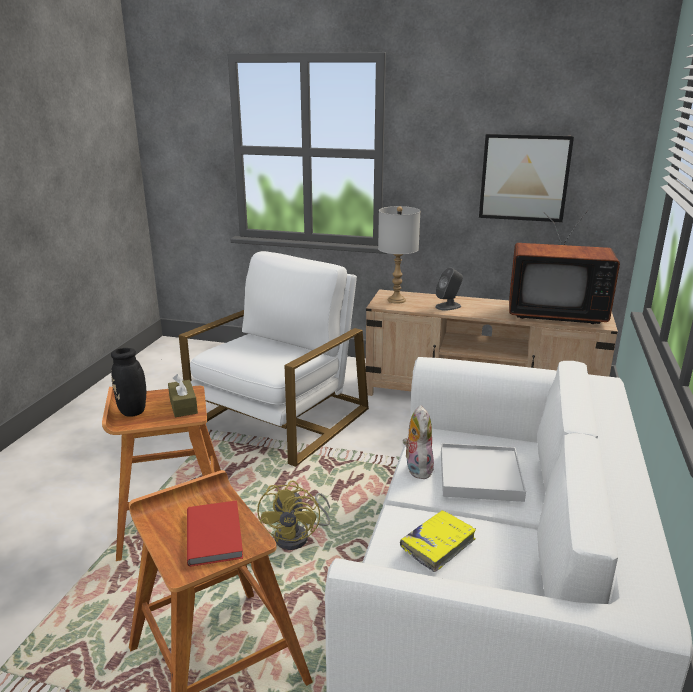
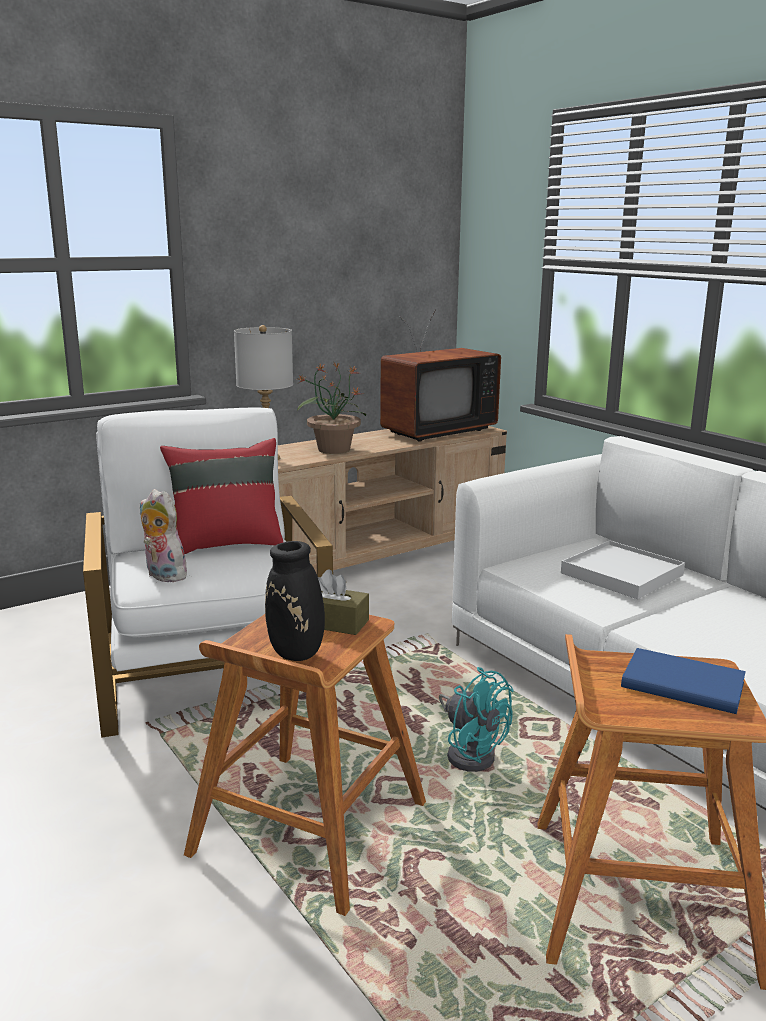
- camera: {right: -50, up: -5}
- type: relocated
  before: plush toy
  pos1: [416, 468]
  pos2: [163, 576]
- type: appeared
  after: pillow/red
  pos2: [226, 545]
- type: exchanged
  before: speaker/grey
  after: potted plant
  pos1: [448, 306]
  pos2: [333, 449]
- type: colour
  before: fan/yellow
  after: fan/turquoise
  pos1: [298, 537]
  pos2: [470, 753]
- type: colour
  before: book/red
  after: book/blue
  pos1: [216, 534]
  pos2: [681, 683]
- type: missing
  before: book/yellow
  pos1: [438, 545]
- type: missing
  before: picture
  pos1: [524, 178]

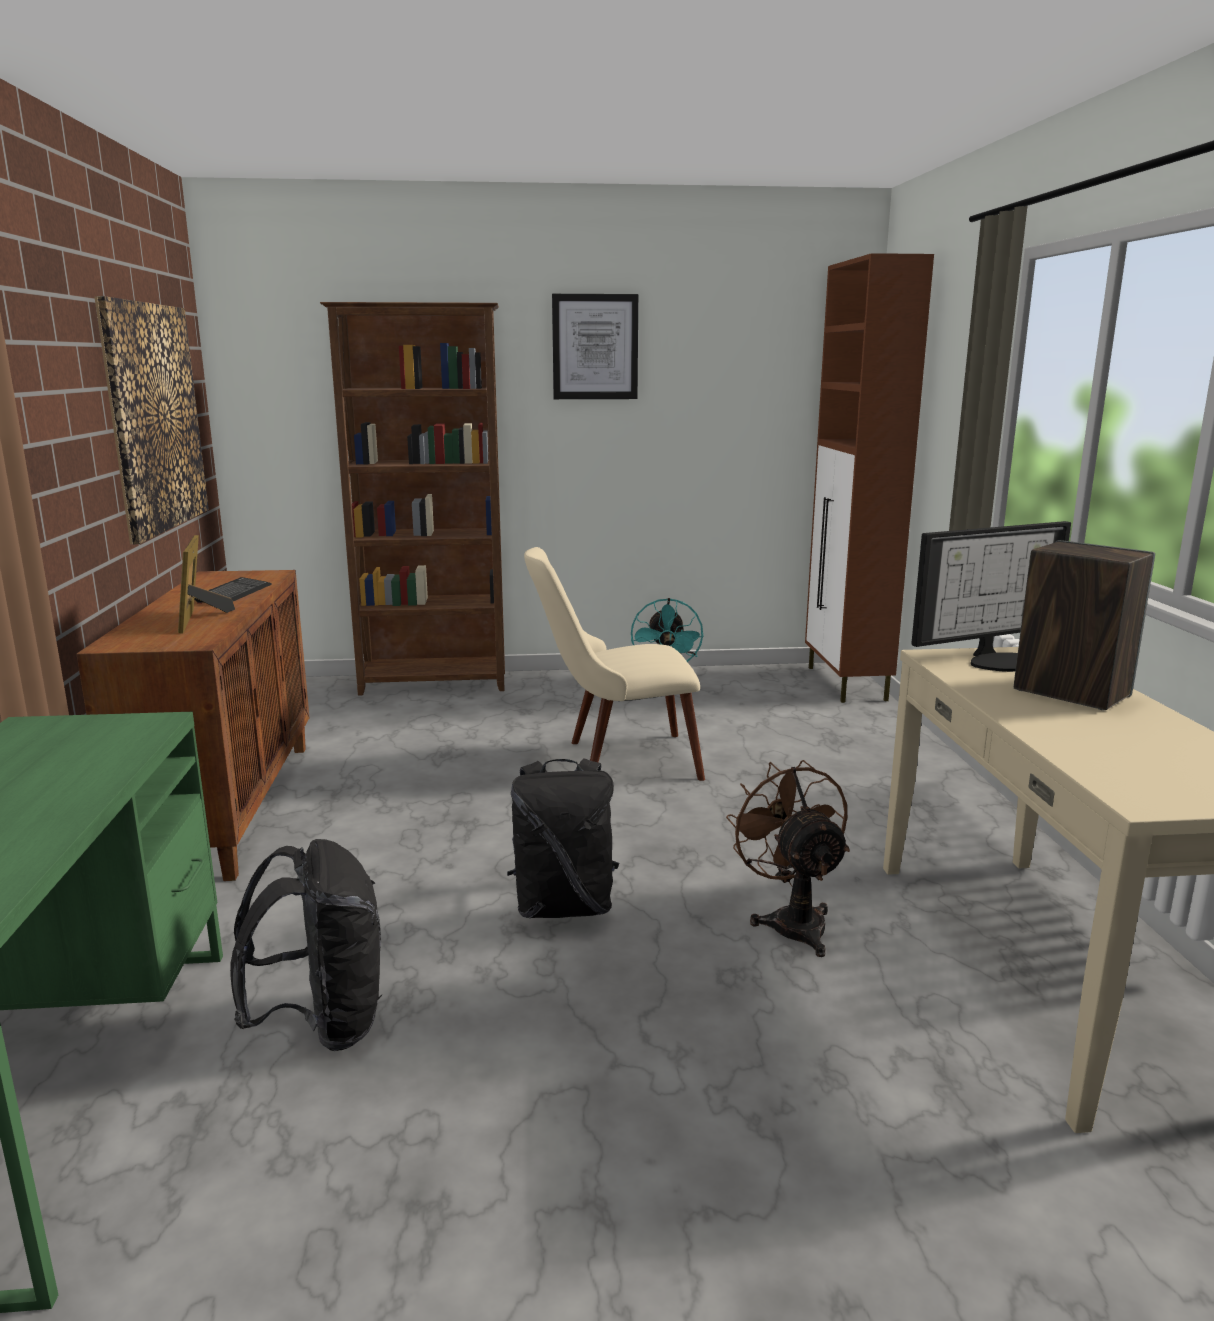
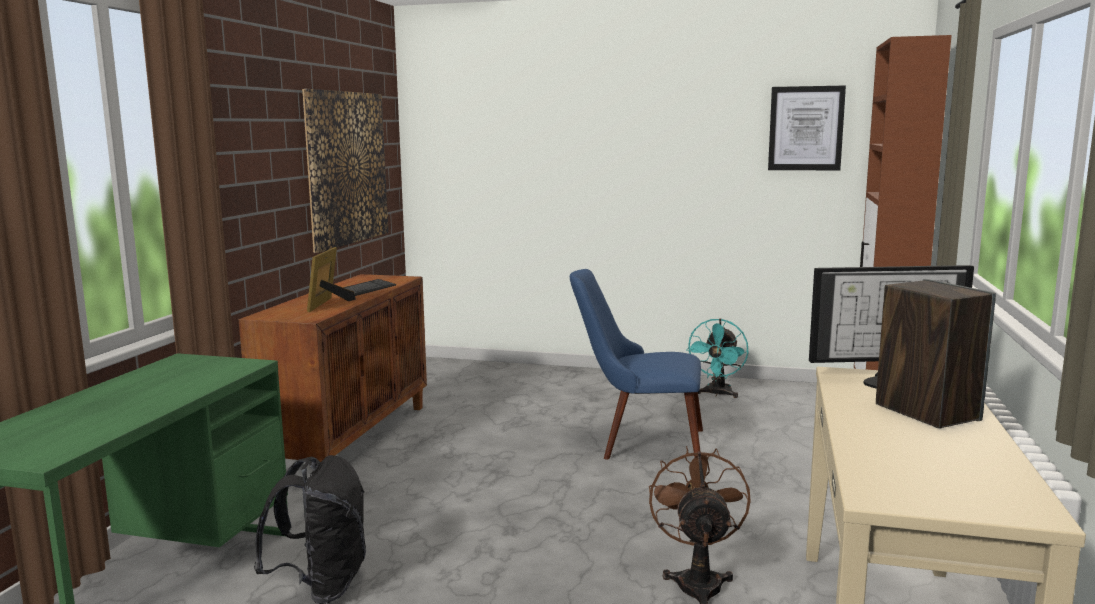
- camera: {right: 20, up: -5}
- type: colour
  before: chair/beige
  after: chair/blue
  pos1: [614, 761]
  pos2: [638, 443]
- type: relocated
  before: picture
  pos1: [595, 347]
  pos2: [806, 128]
- type: missing
  before: bookcase/brown
  pos1: [435, 684]
- type: missing
  before: backpack/black
  pos1: [564, 906]

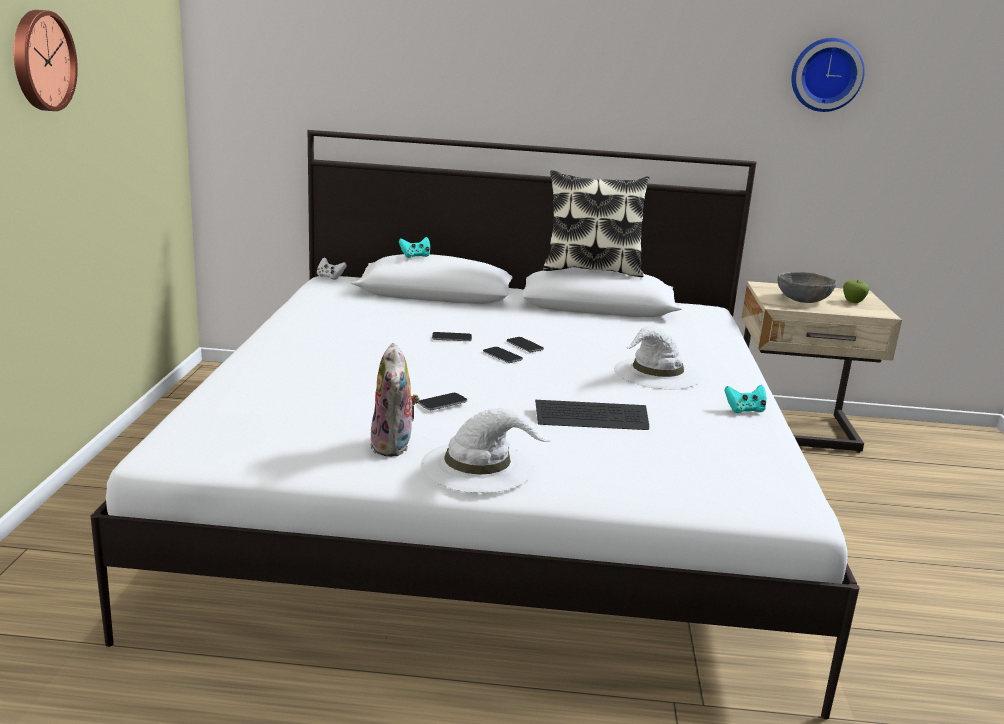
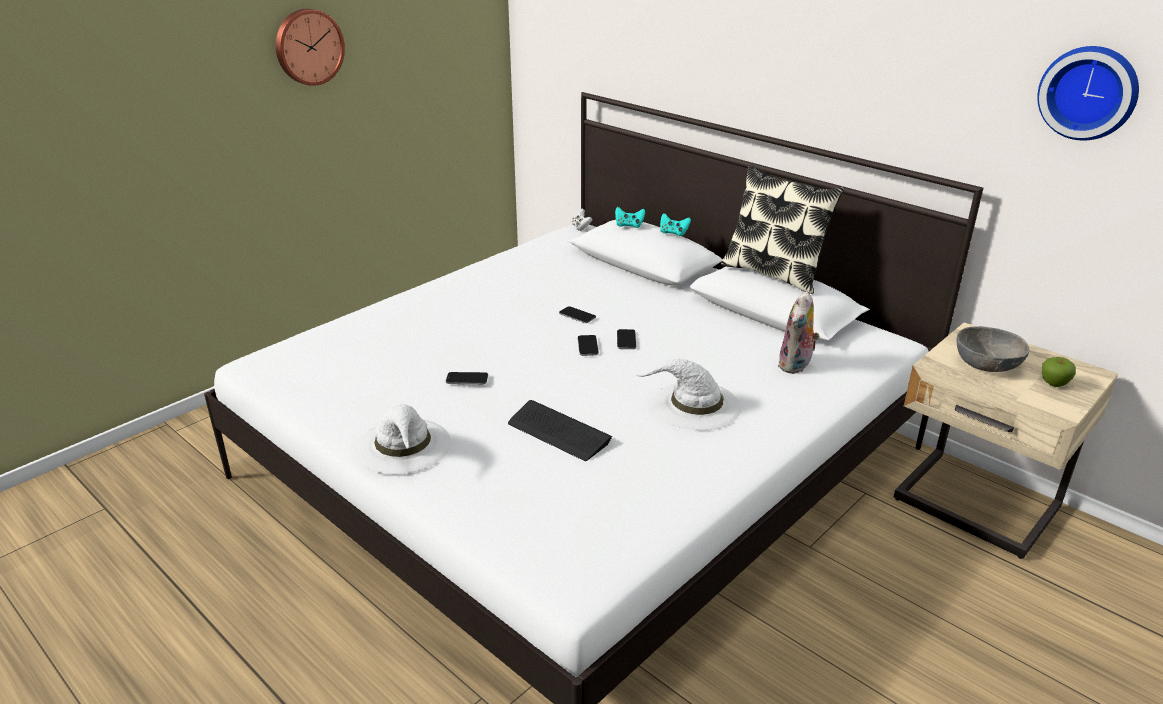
- camera: {right: 40, up: 10}
- type: relocated
  before: game controller/turquoise
  pos1: [745, 410]
  pos2: [673, 233]
- type: relocated
  before: plush toy
  pos1: [394, 446]
  pos2: [796, 366]

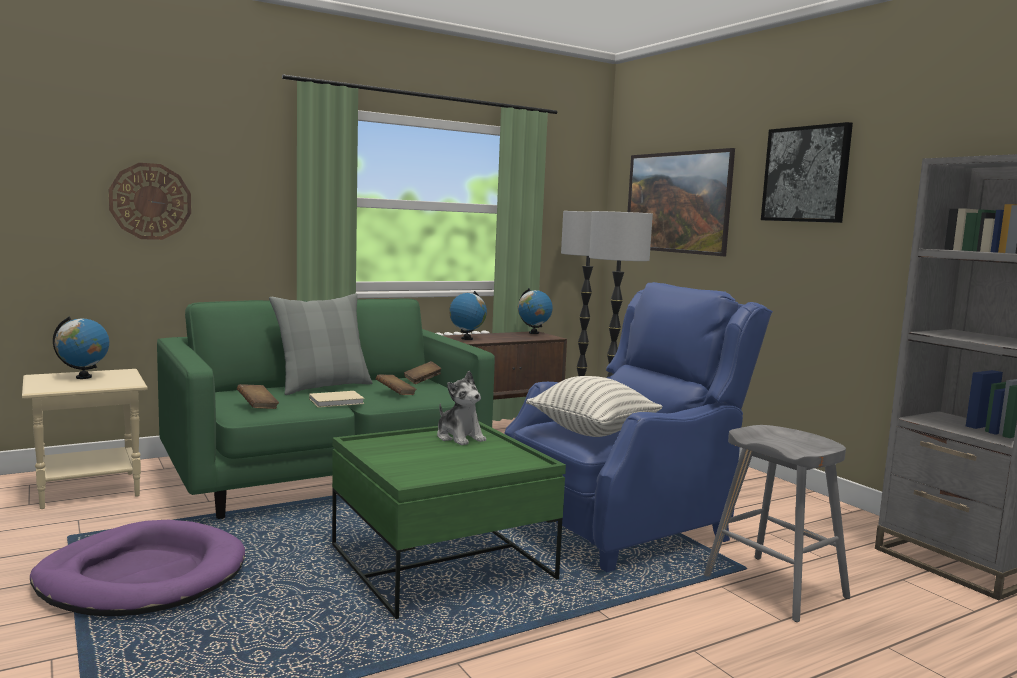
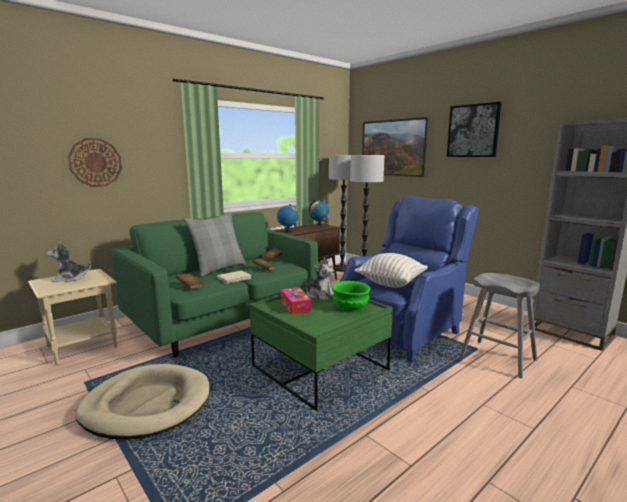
- camera: {right: -10, up: 5}
- type: exchanged
  before: globe
  after: plush toy
  pos1: [83, 377]
  pos2: [70, 278]
- type: colour
  before: dog bed/purple
  after: dog bed/beige
  pos1: [142, 576]
  pos2: [147, 404]
- type: appeared
  after: tissue box
  pos2: [295, 306]
- type: appeared
  after: bowl/green
  pos2: [350, 307]

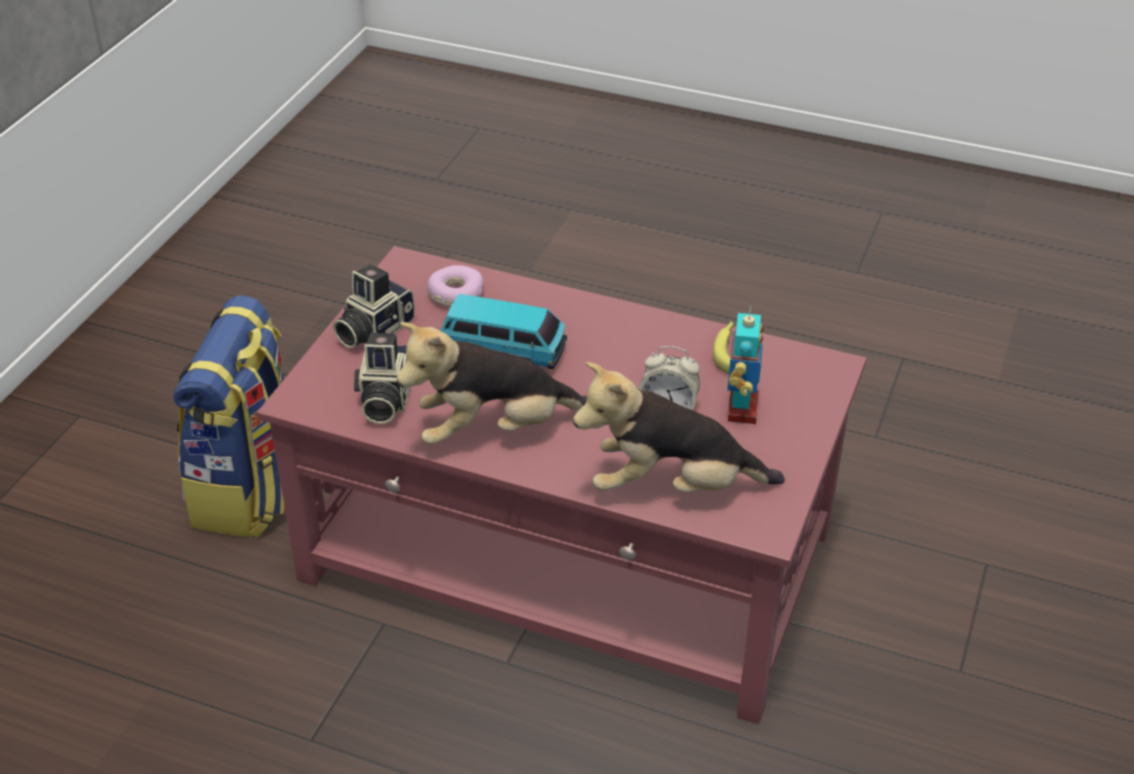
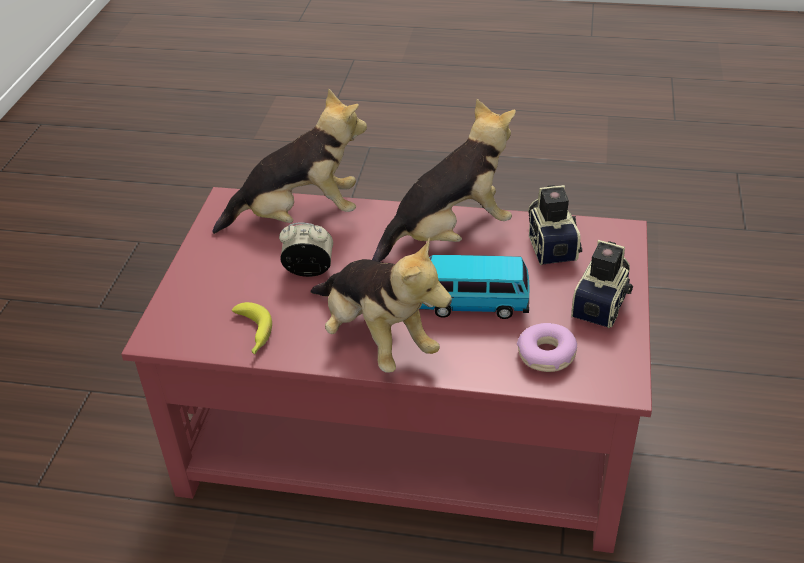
- camera: {right: 170, up: 0}
- type: appeared
  after: plush toy
  pos2: [376, 339]
- type: missing
  before: backpack
  pos1: [251, 490]
- type: missing
  before: toy robot
  pos1: [741, 409]

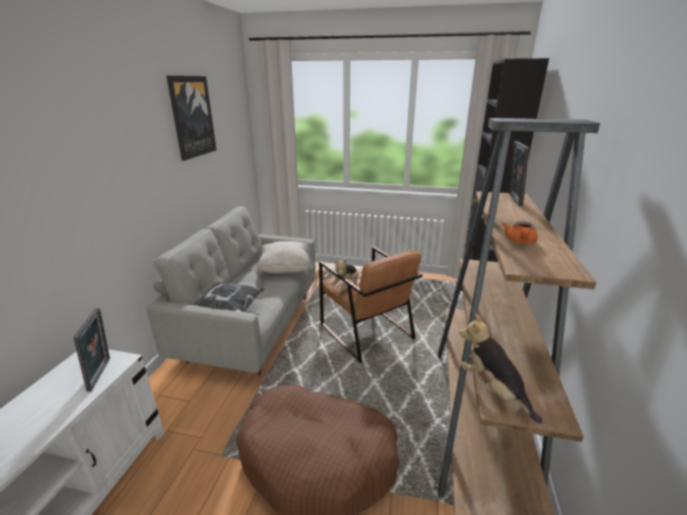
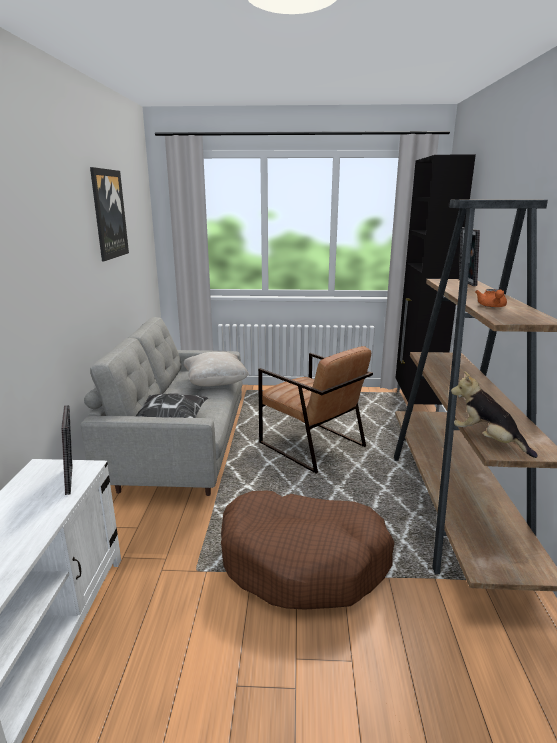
- camera: {right: -10, up: -5}
- type: missing
  before: plush toy
  pos1: [346, 285]

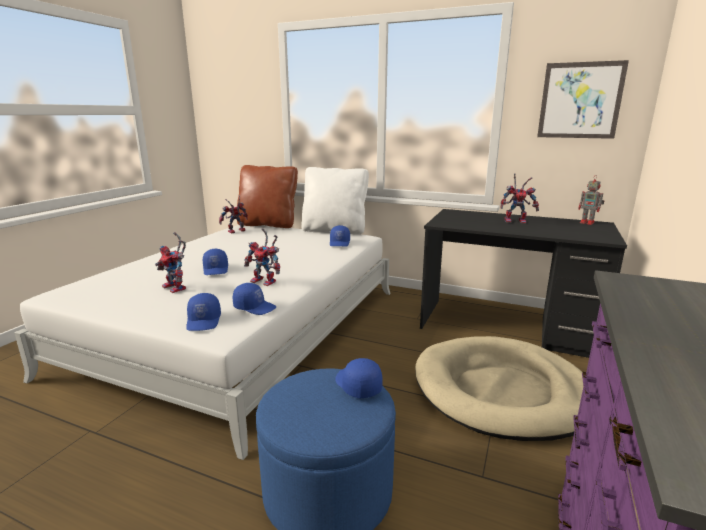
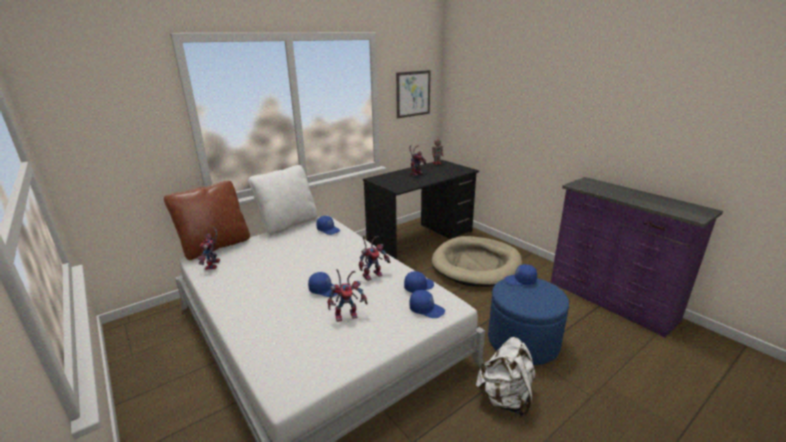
- camera: {right: -60, up: 5}
- type: appeared
  after: backpack/white
  pos2: [505, 398]

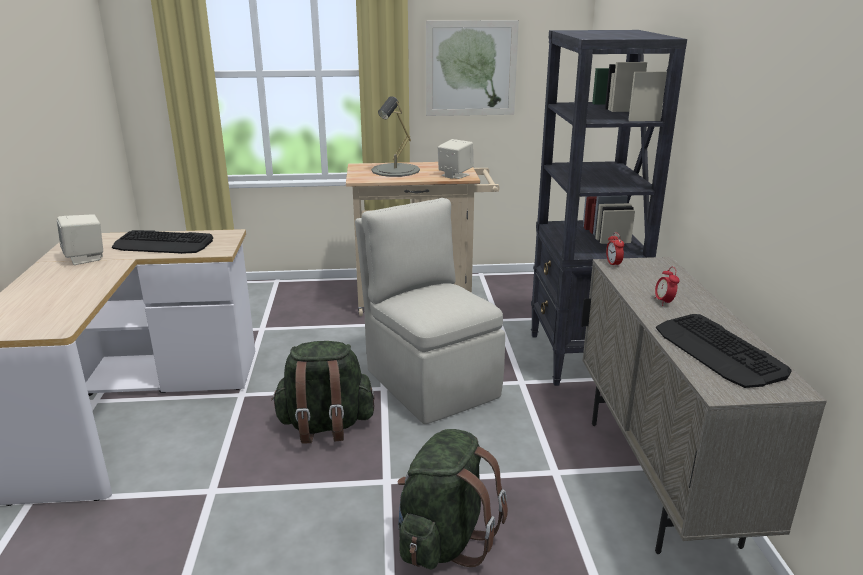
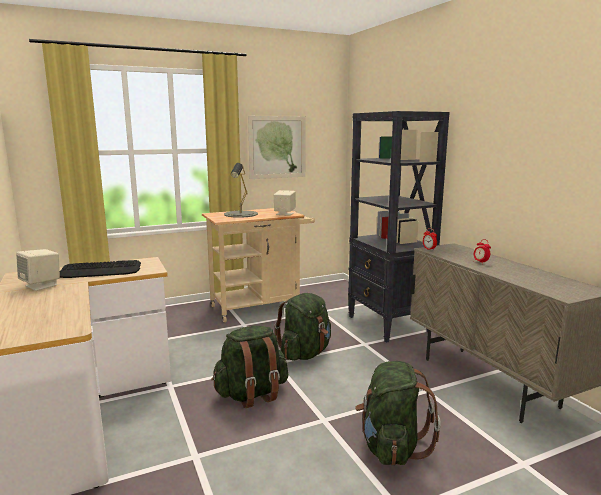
- camera: {right: -20, up: -10}
- type: exchanged
  before: chair/beige
  after: backpack/green
  pos1: [430, 381]
  pos2: [305, 353]
- type: missing
  before: keyboard
  pos1: [718, 351]

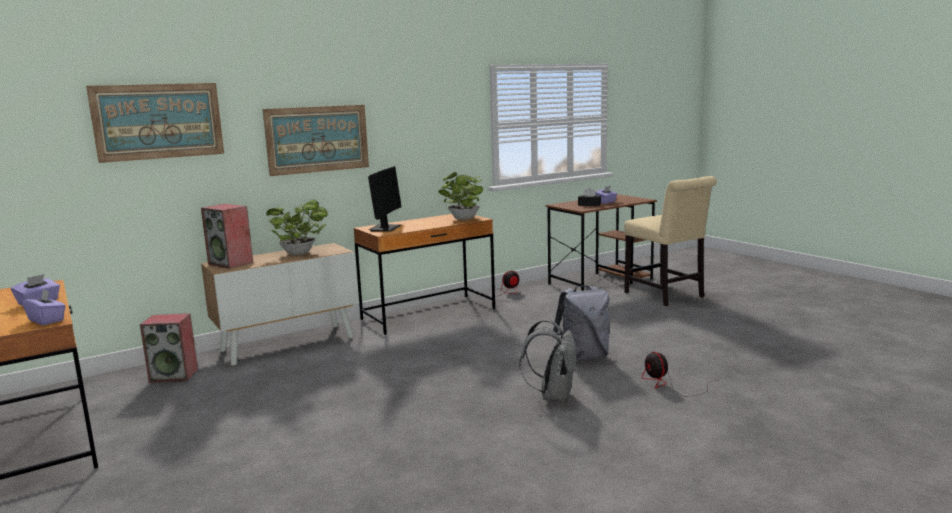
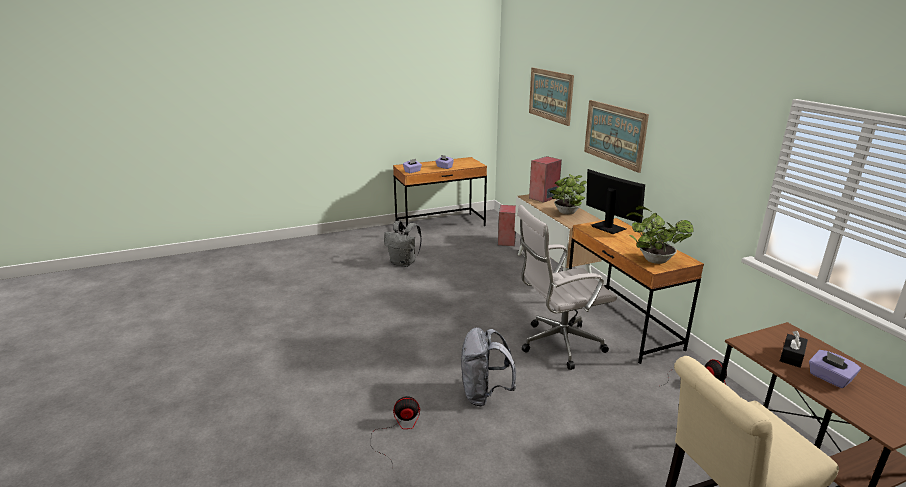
- camera: {right: 100, up: 10}
- type: relocated
  before: backpack/grey
  pos1: [553, 396]
  pos2: [404, 263]
- type: appeared
  after: office chair/white
  pos2: [557, 345]
- type: spun
  before: monitor
  pos1: [385, 228]
  pos2: [608, 228]
  turn: -150

